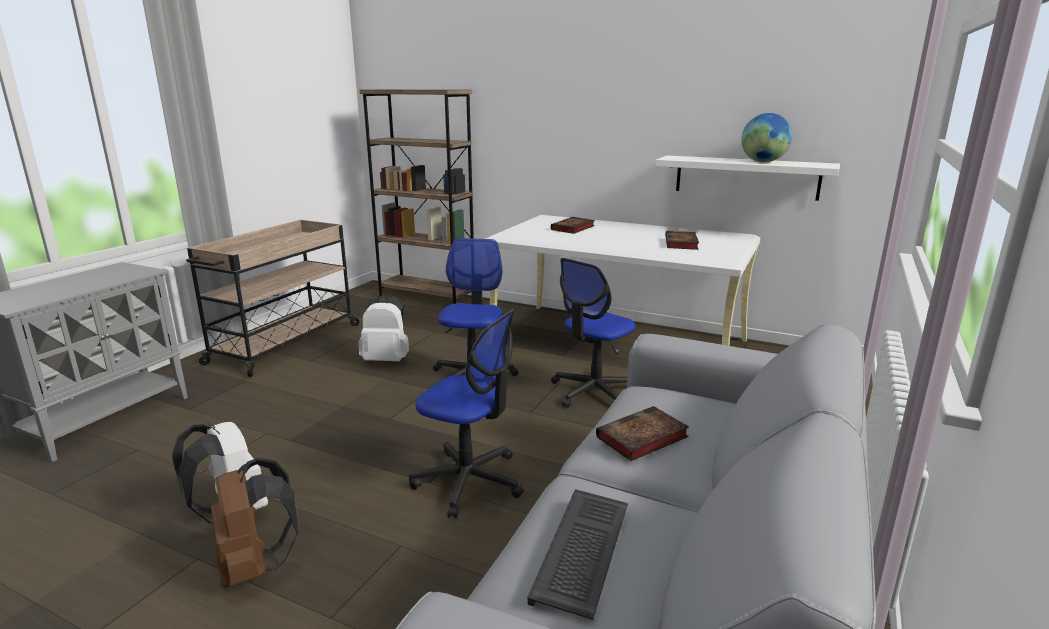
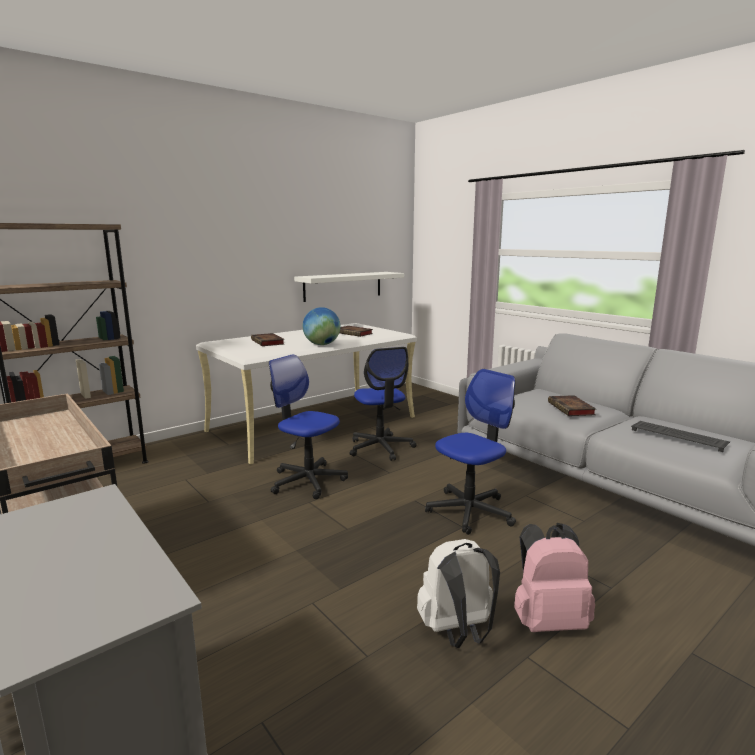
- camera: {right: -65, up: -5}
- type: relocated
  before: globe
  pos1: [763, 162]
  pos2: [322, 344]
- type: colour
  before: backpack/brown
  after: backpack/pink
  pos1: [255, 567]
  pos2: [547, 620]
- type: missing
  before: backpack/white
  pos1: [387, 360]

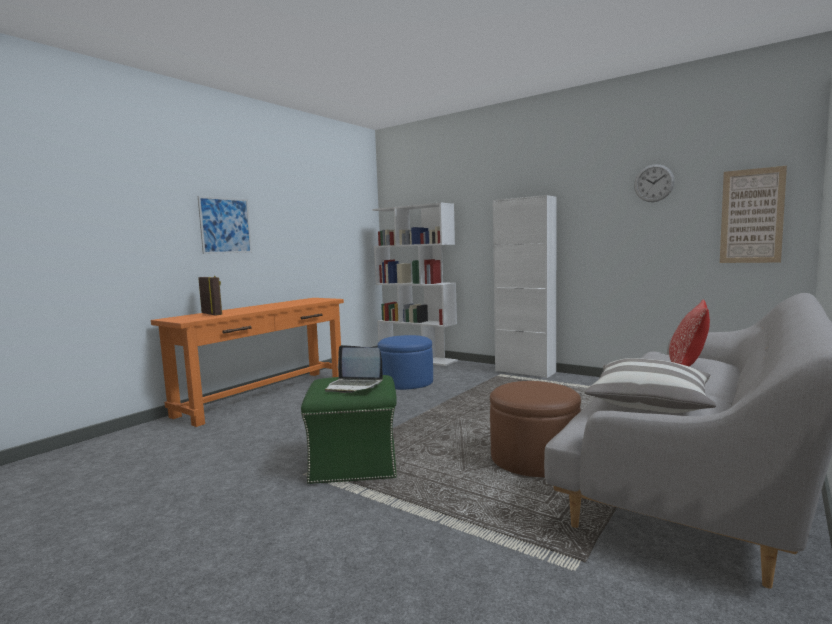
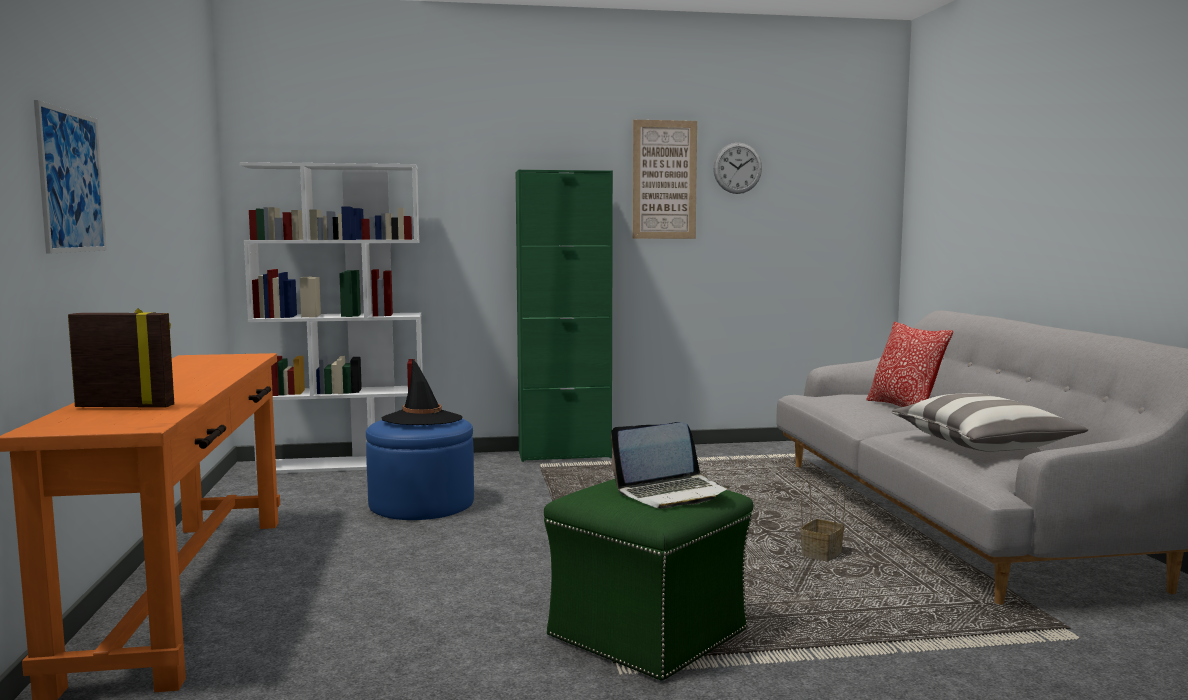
- camera: {right: -45, up: 0}
- type: appeared
  after: hat/black
  pos2: [422, 419]
- type: colour
  before: cabinet/white
  after: cabinet/green
  pos1: [525, 372]
  pos2: [564, 455]
- type: relocated
  before: picture
  pos1: [751, 216]
  pos2: [664, 180]
- type: exchanged
  before: ottoman/brown
  after: basket
  pos1: [534, 458]
  pos2: [821, 554]

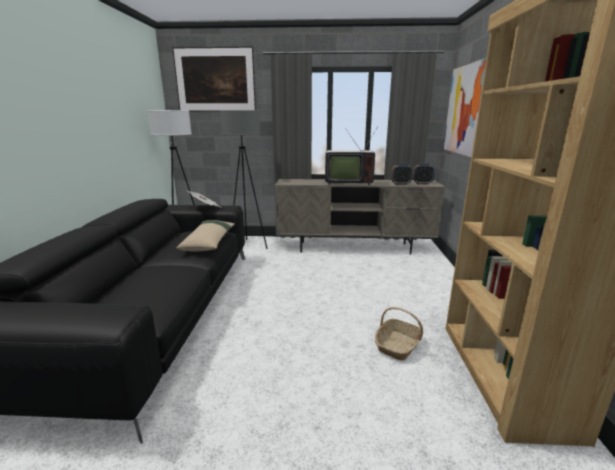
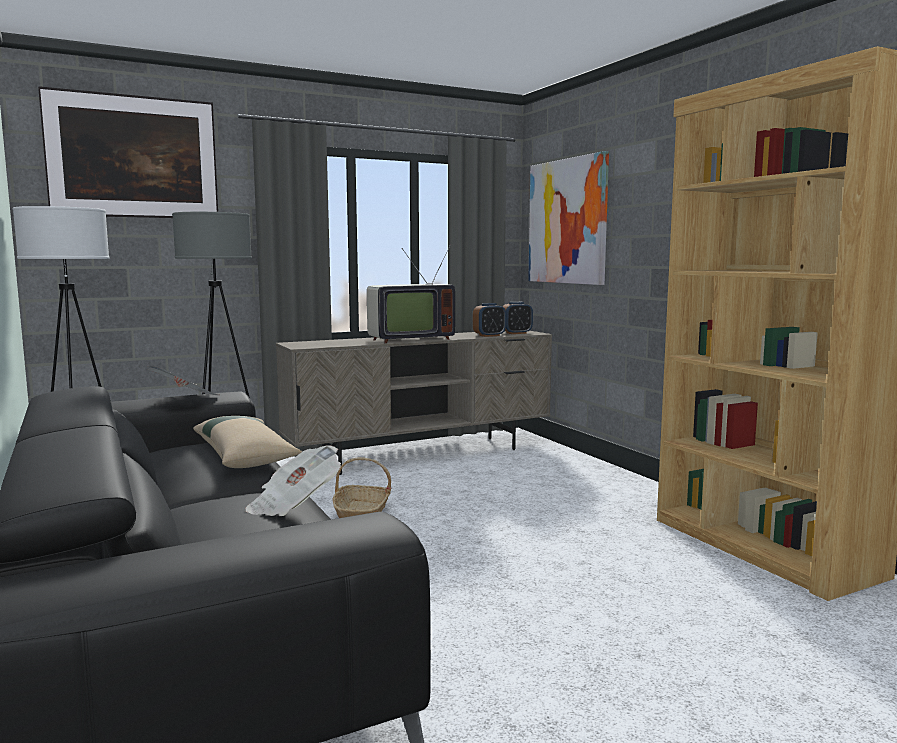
- camera: {right: -30, up: -10}
- type: appeared
  after: newspaper
  pos2: [294, 505]
- type: relocated
  before: basket
  pos1: [398, 345]
  pos2: [362, 512]

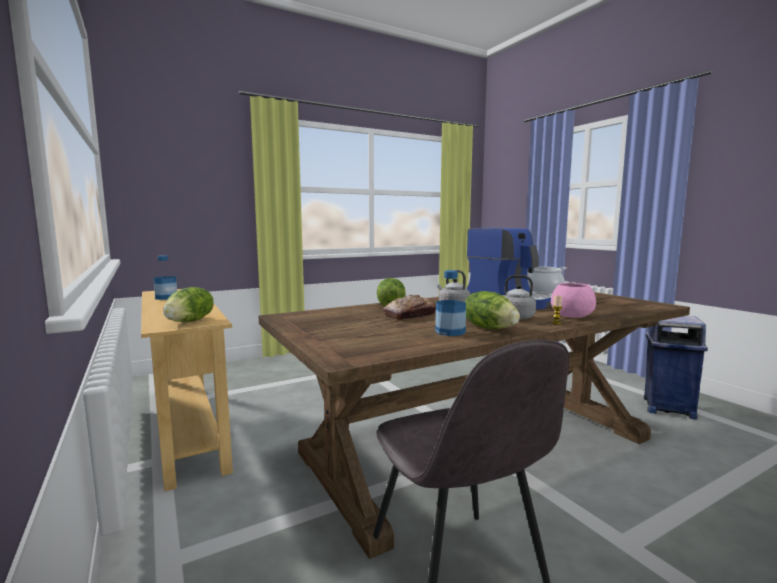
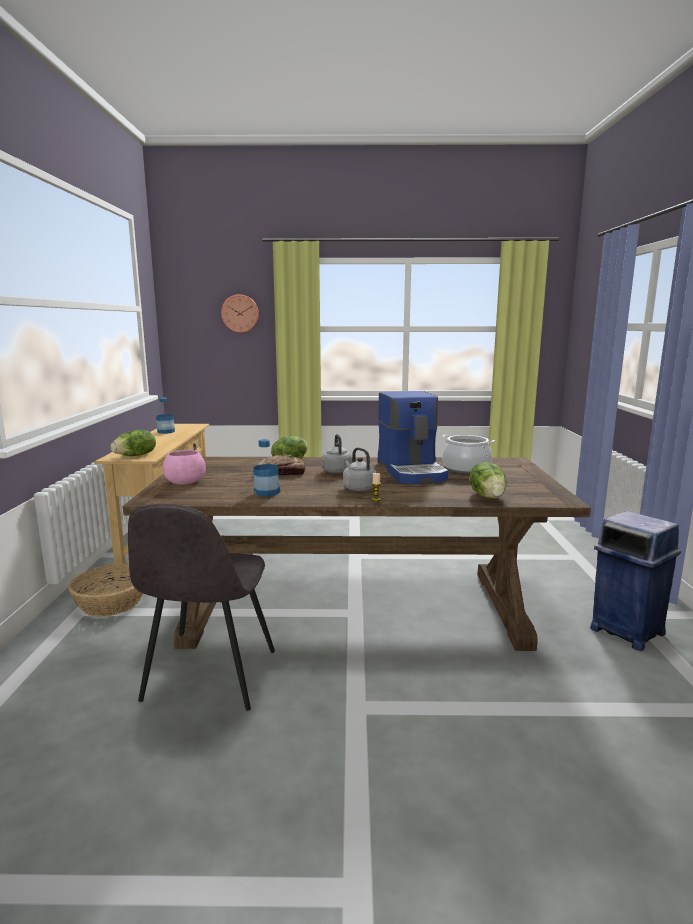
- camera: {right: 30, up: 5}
- type: appeared
  after: basket
  pos2: [111, 602]
- type: relocated
  before: bowl/pink
  pos1: [571, 315]
  pos2: [184, 482]
- type: appeared
  after: wall clock
  pos2: [240, 313]
- type: relocated
  before: lettuce
  pos1: [490, 328]
  pos2: [488, 496]

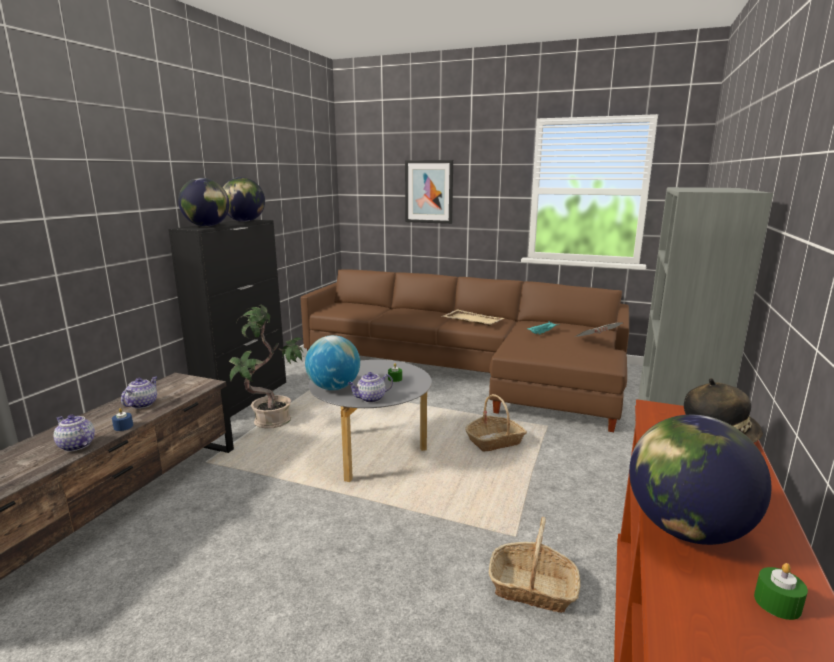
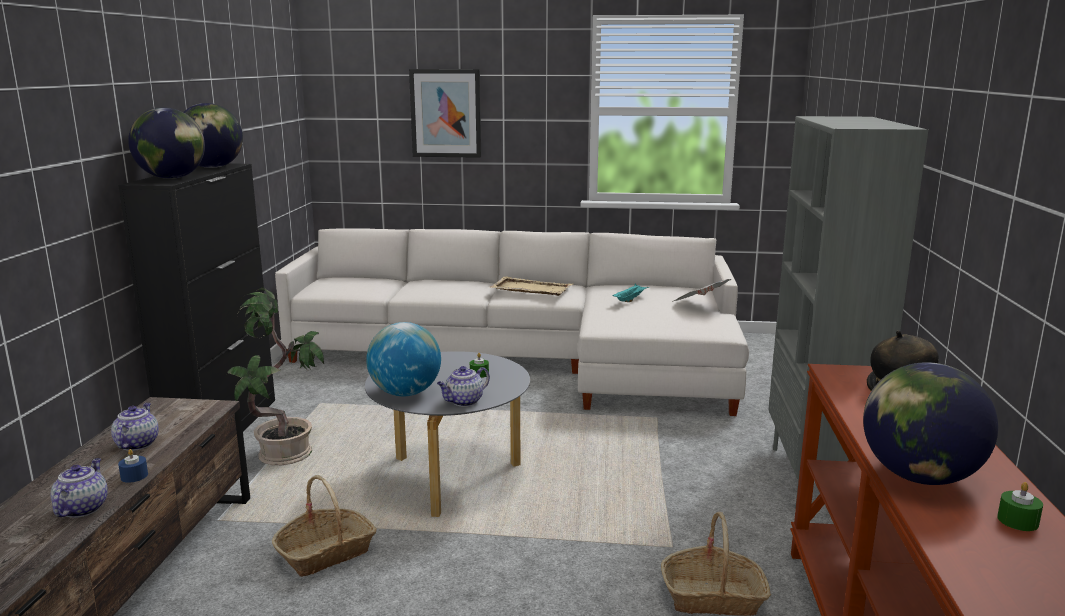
- camera: {right: -15, up: 0}
- type: spun
  before: teapot
  pos1: [76, 445]
  pos2: [82, 508]
  turn: 75
- type: relocated
  before: basket
  pos1: [495, 441]
  pos2: [326, 552]
- type: colour
  before: sofa/brown
  after: sofa/white
  pos1: [472, 371]
  pos2: [531, 359]

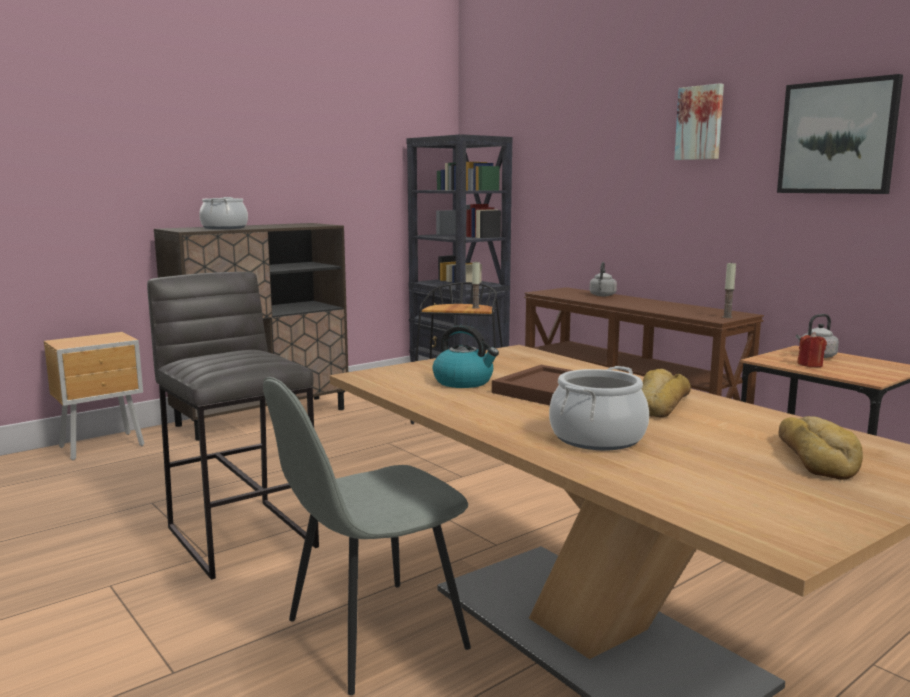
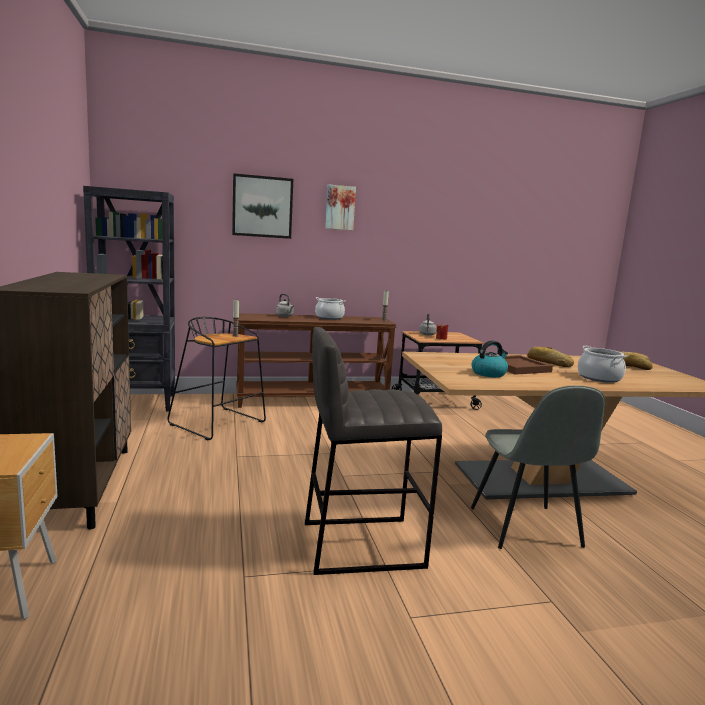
- camera: {right: -65, up: 0}
- type: relocated
  before: picture
  pos1: [837, 137]
  pos2: [262, 207]
- type: relocated
  before: cooking pot
  pos1: [224, 228]
  pos2: [329, 317]

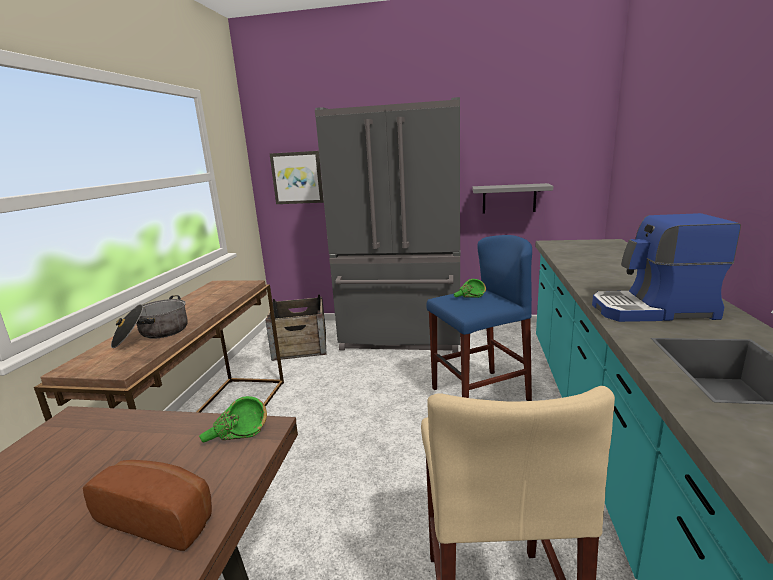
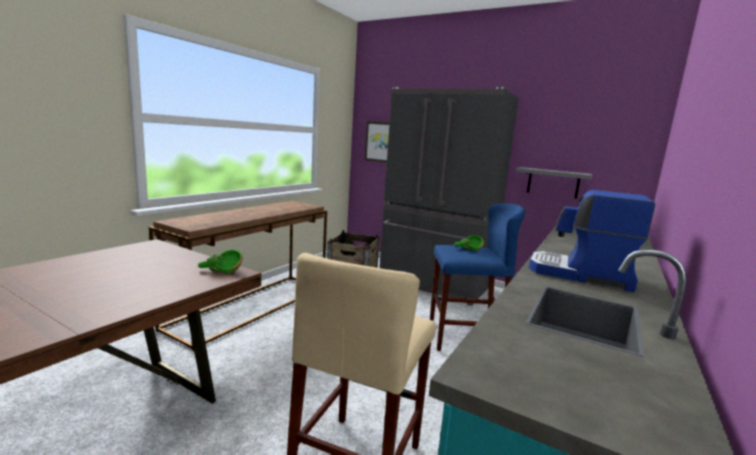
- camera: {right: 20, up: -5}
- type: missing
  before: bread
  pos1: [161, 516]
- type: missing
  before: cooking pot
  pos1: [153, 334]

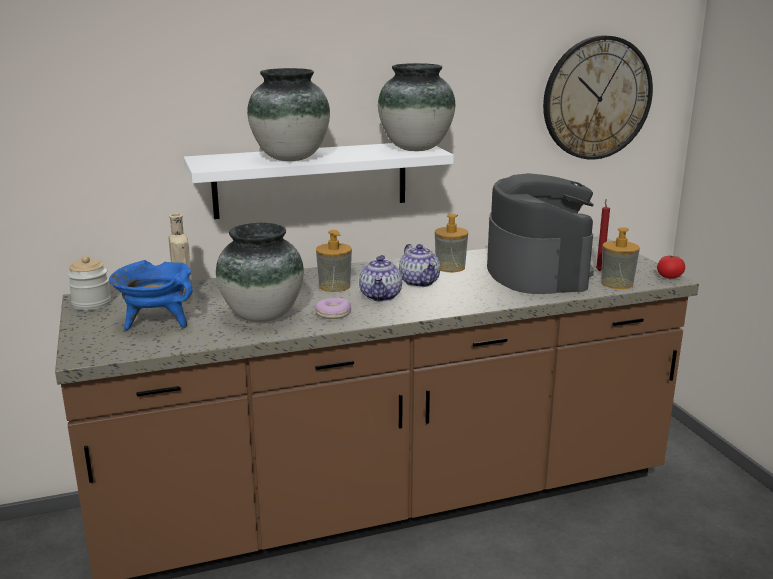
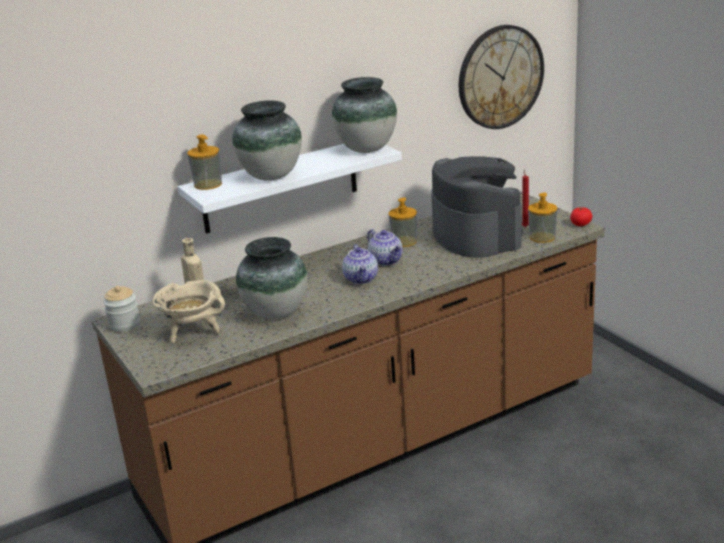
- camera: {right: -10, up: 5}
- type: colour
  before: cooking pot/blue
  after: cooking pot/beige
  pos1: [157, 323]
  pos2: [193, 333]
- type: relocated
  before: soap dispenser
  pos1: [334, 286]
  pos2: [208, 184]
- type: missing
  before: donut
  pos1: [333, 314]

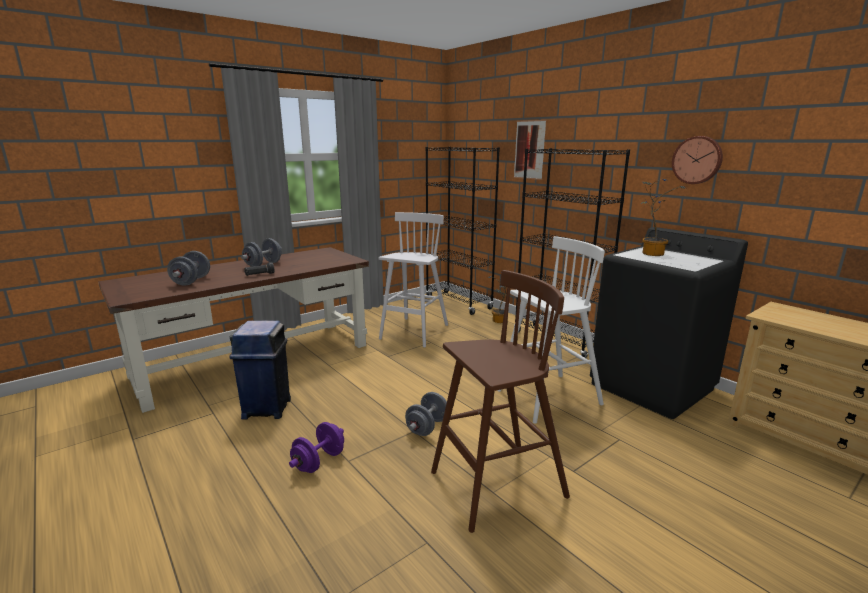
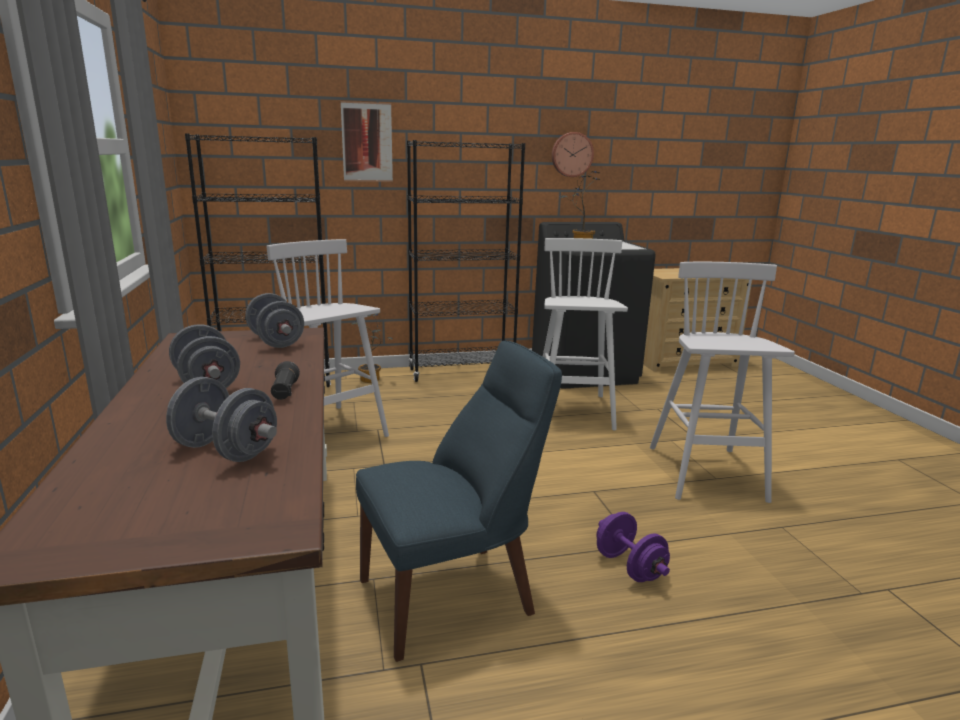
- camera: {right: -65, up: 0}
- type: relocated
  before: dumbbell/grey
  pos1: [427, 427]
  pos2: [276, 341]
- type: exchanged
  before: trash can/blue
  after: chair/blue
  pos1: [267, 408]
  pos2: [453, 595]
- type: colour
  before: stool/brown
  after: stool/white
  pos1: [495, 485]
  pos2: [706, 474]

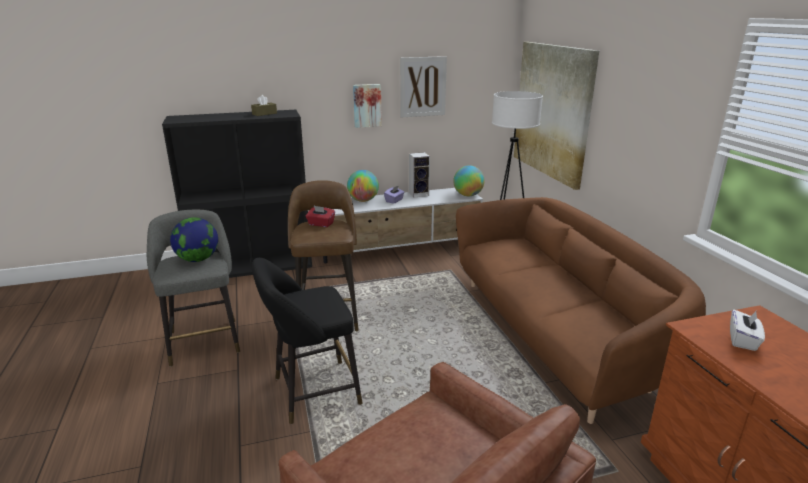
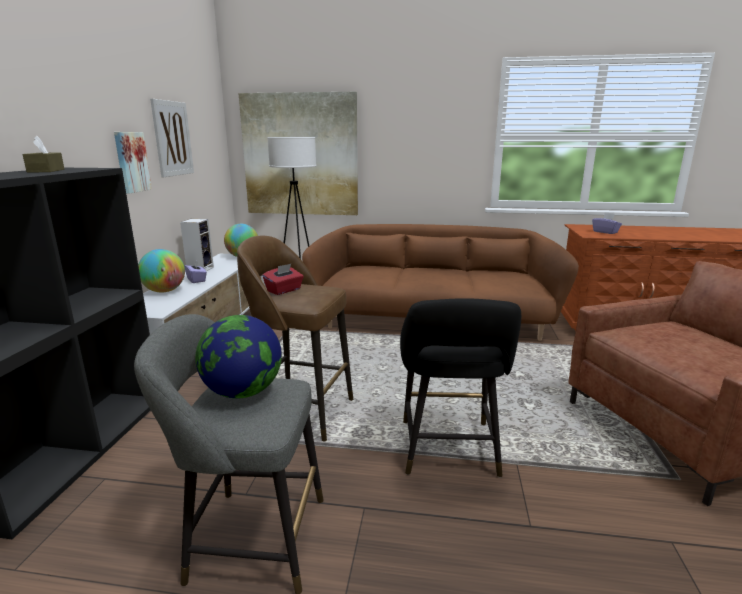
- camera: {right: -65, up: -5}
- type: colour
  before: tissue box/white
  after: tissue box/purple
  pos1: [743, 340]
  pos2: [605, 232]

